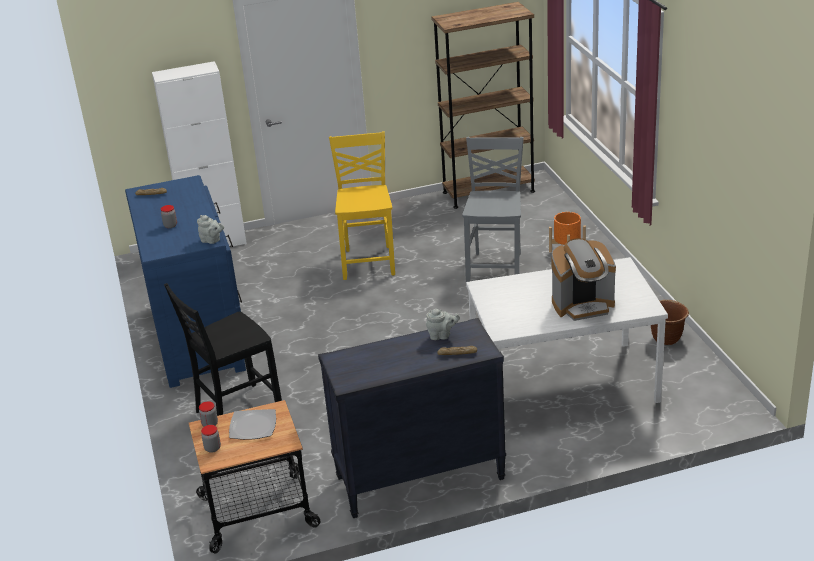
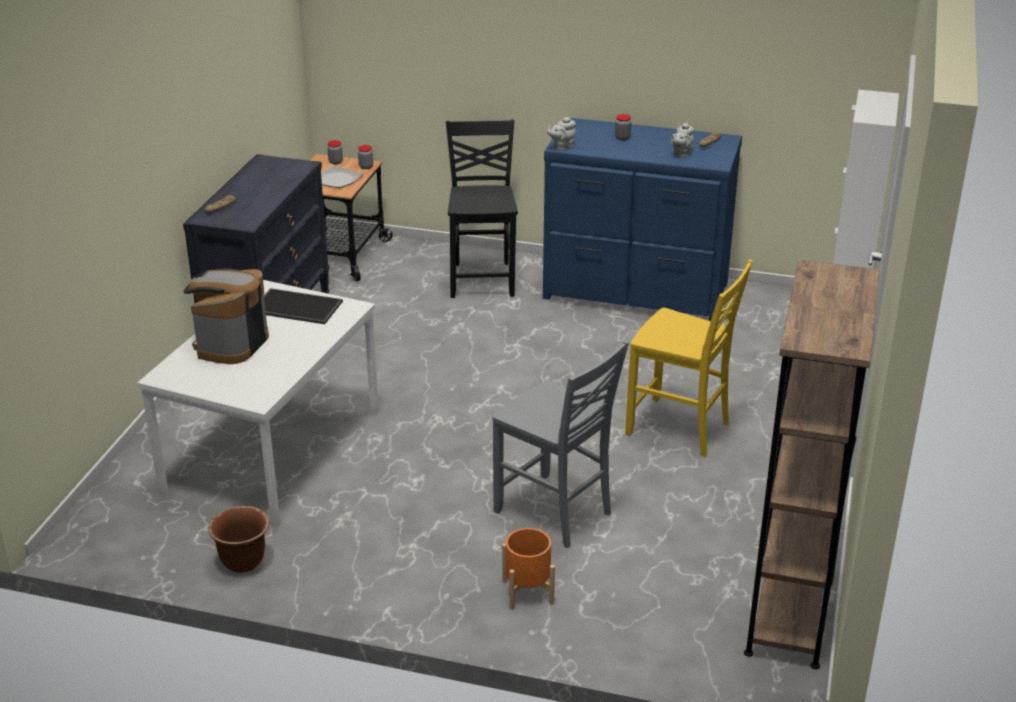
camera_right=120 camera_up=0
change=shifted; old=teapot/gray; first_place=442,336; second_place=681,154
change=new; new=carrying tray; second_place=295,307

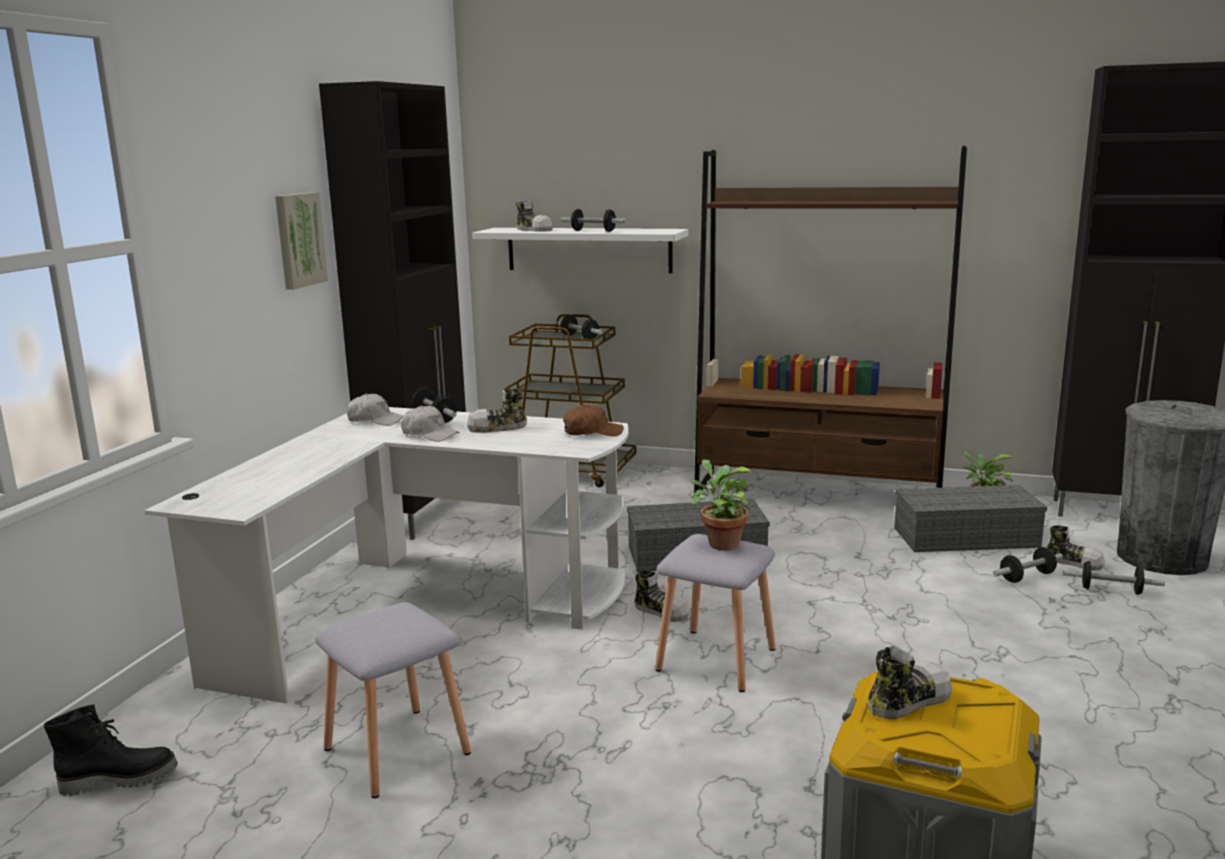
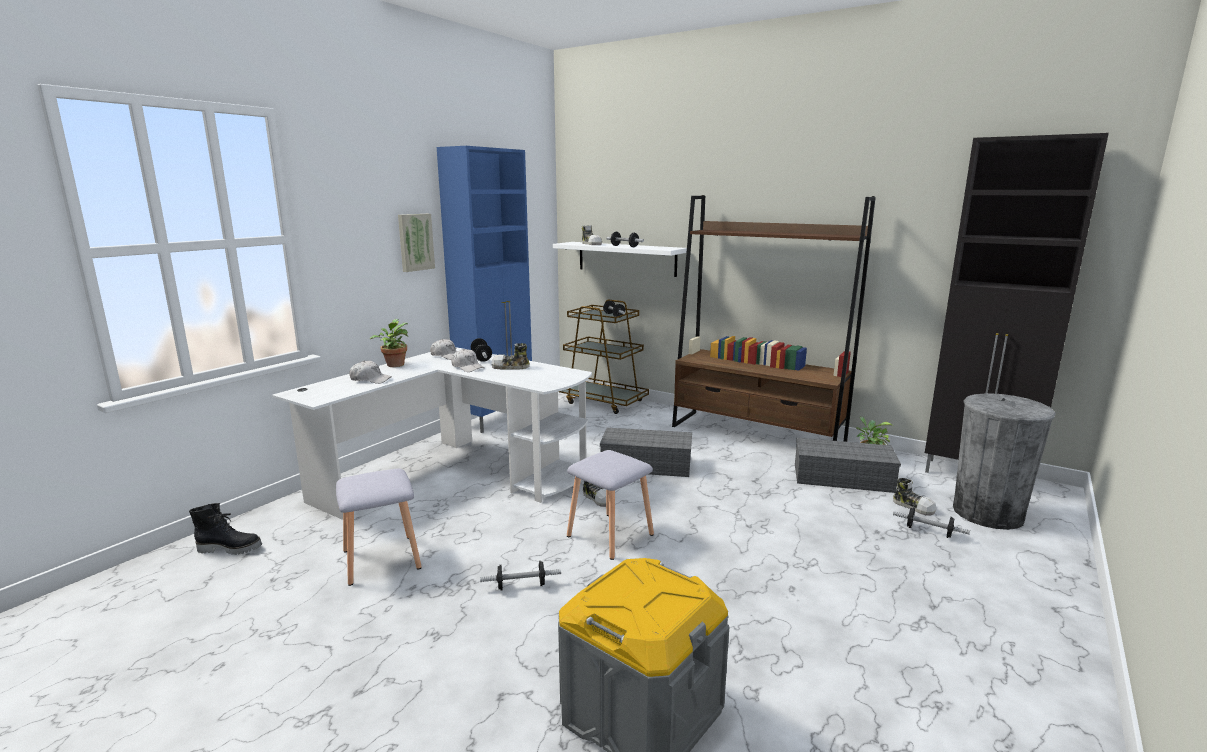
camera_right=15 camera_up=0
change=repainted; old=cupboard/black-coloured; new=cupboard/blue; first_place=421,515; second_place=497,418
change=gone; old=peaked cap/brown-coloured; first_place=592,432
change=shifted; old=plant in a pot; first_place=720,543; second_place=395,364
change=shifted; old=free weight; first_place=1027,577; second_place=521,586
change=gone; old=low shoe; first_place=906,700
change=new; new=peaked cap/white; second_place=370,379

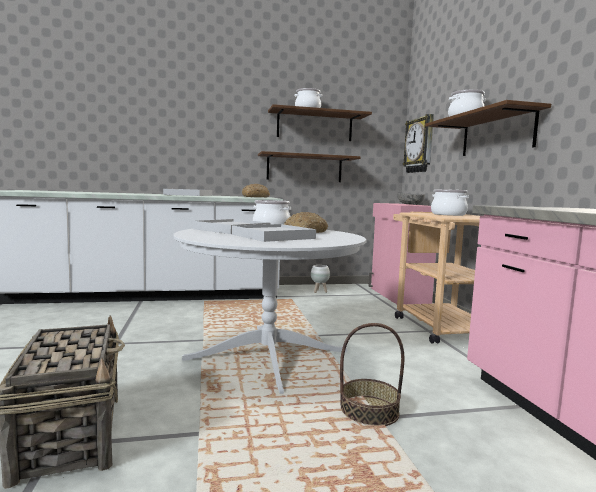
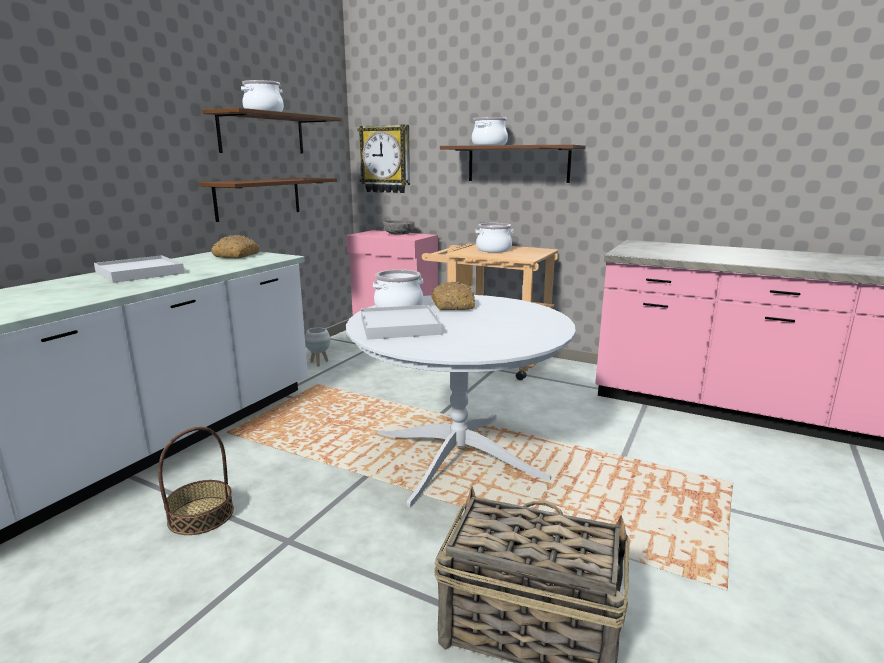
camera_right=-50 camera_up=10
change=gone; old=carrying tray/white; first_place=273,236
change=shifted; old=storage basket; first_place=369,411; second_place=201,515

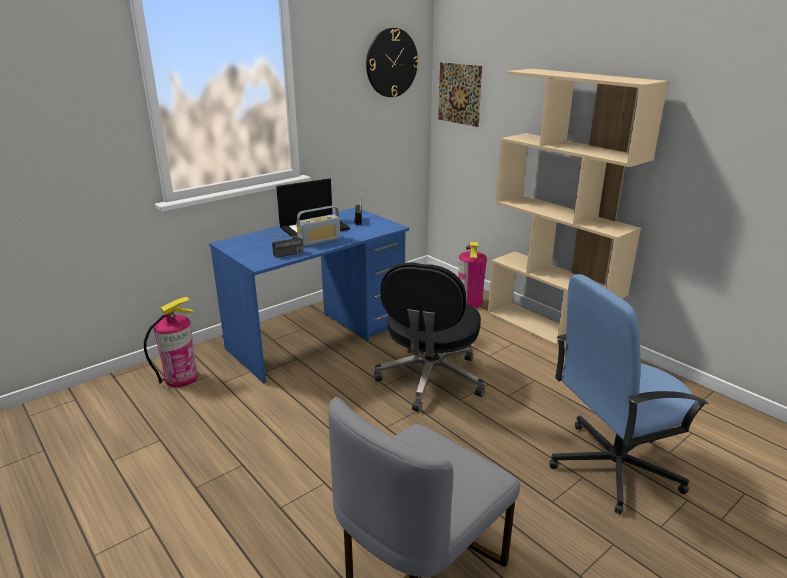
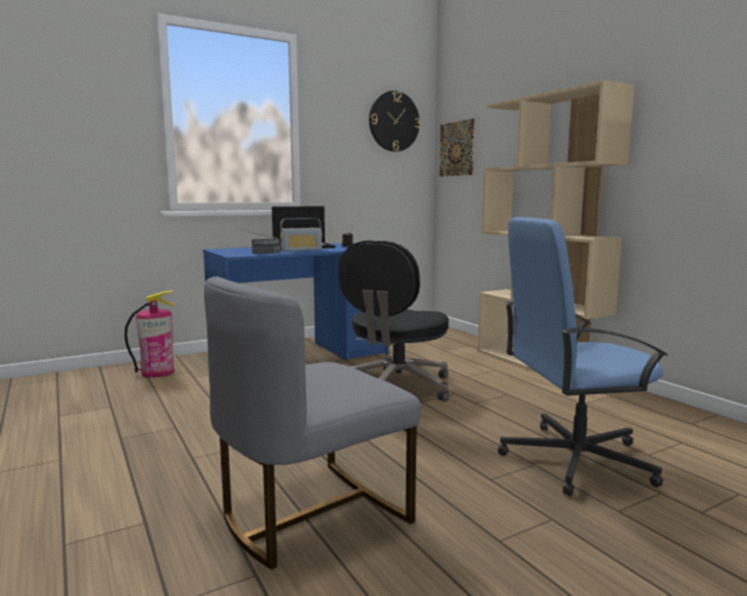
camera_right=10 camera_up=-15
change=gone; old=extinguisher; first_place=470,302

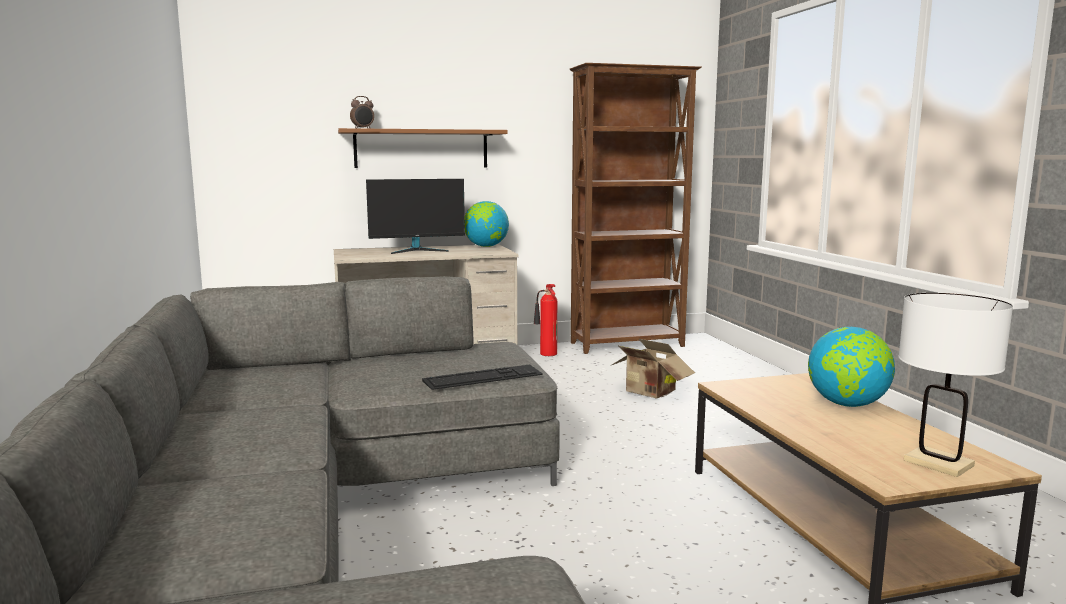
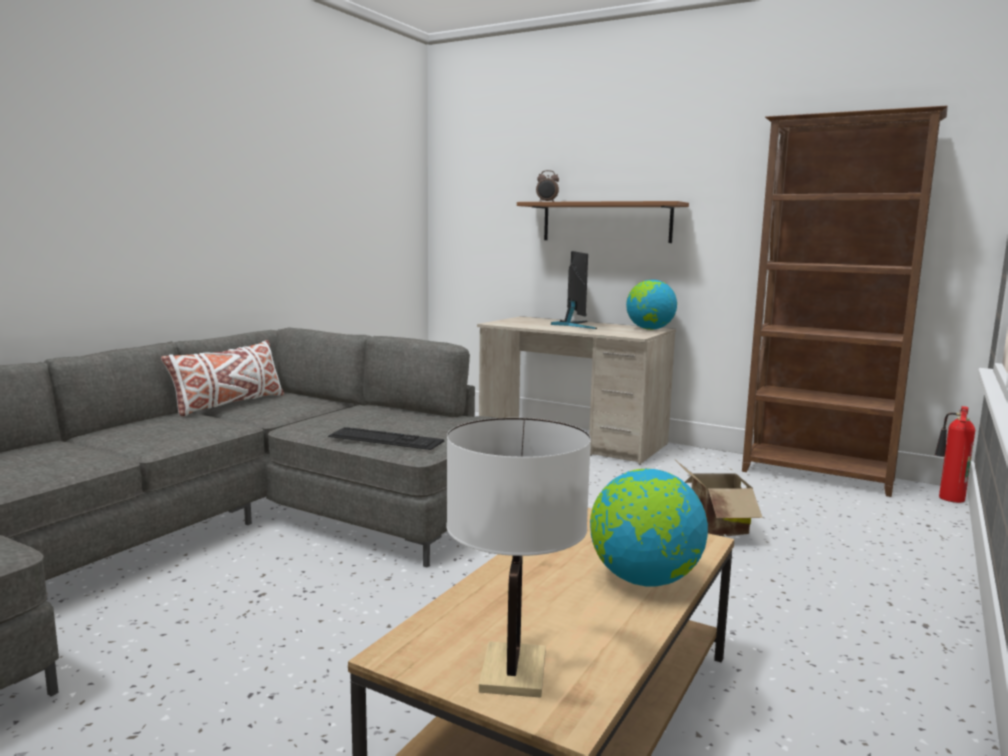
camera_right=45 camera_up=0
change=rotated; old=computer display; first_place=417,250; second_place=574,325; degrees=-120
change=shifted; old=extinguisher; first_place=547,354; second_place=948,499
change=new; new=pillow/white; second_place=228,404

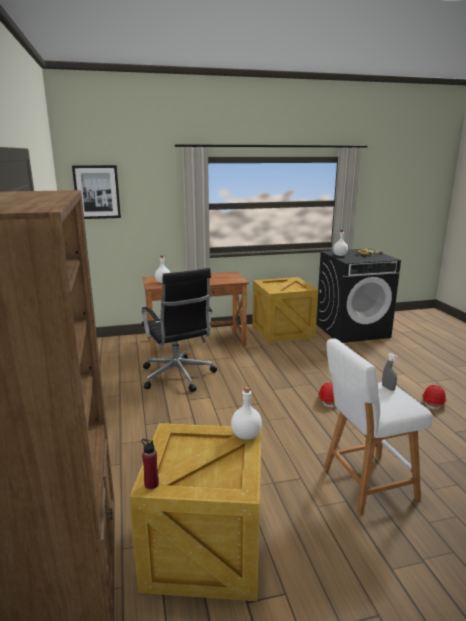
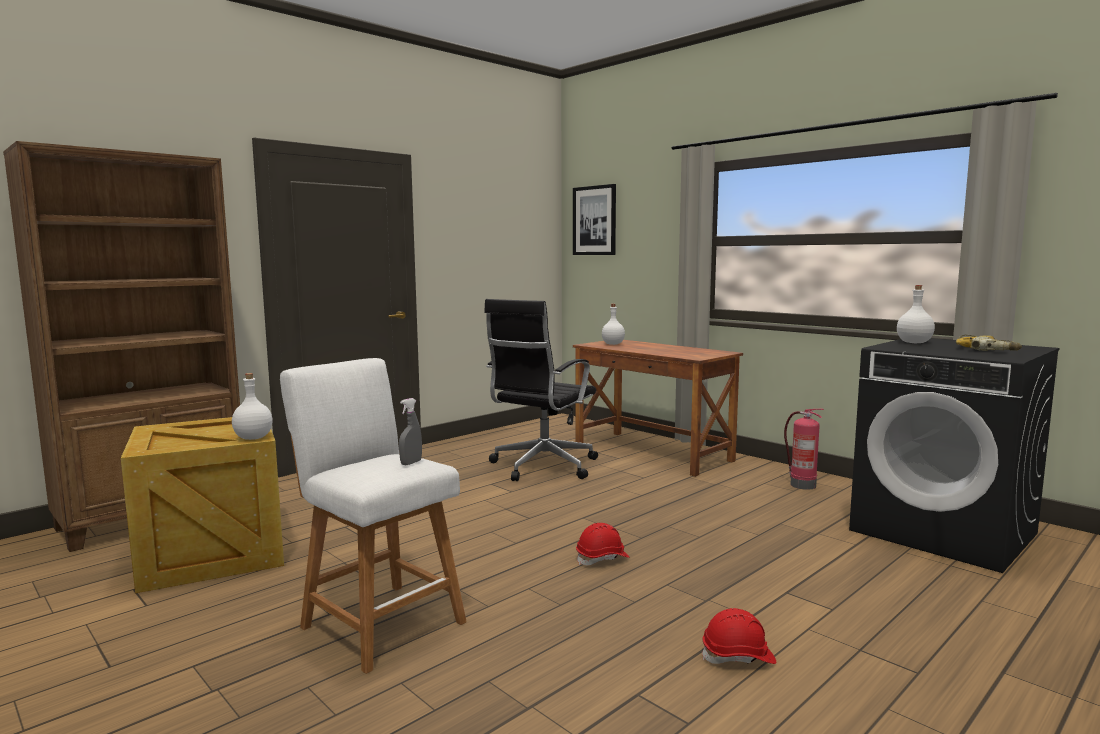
camera_right=60 camera_up=-10
change=swapped; old=shipping crate; new=extinguisher; first_place=282,331; second_place=801,485
change=gone; old=beverage bottle/red-coloured; first_place=151,484

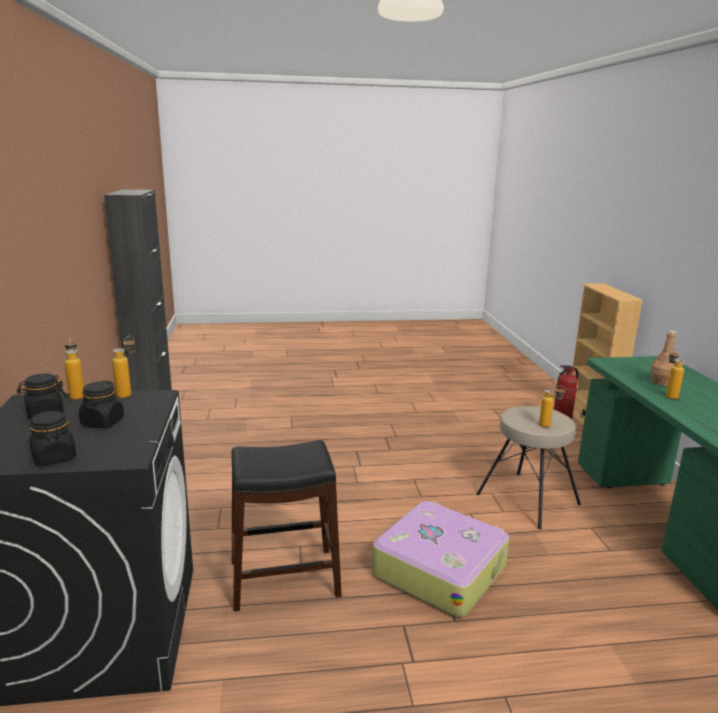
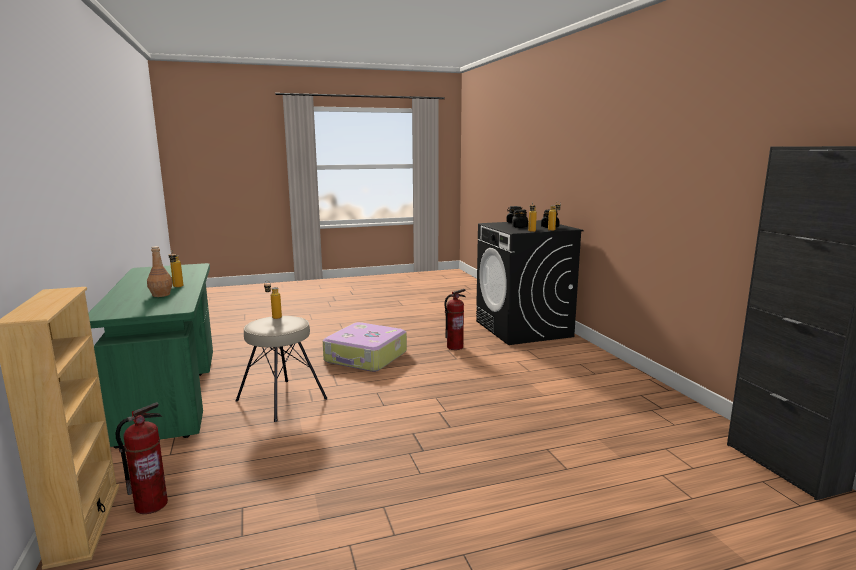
camera_right=170 camera_up=-5
change=swapped; old=stool/black-coloured; new=extinguisher; first_place=285,579; second_place=455,347

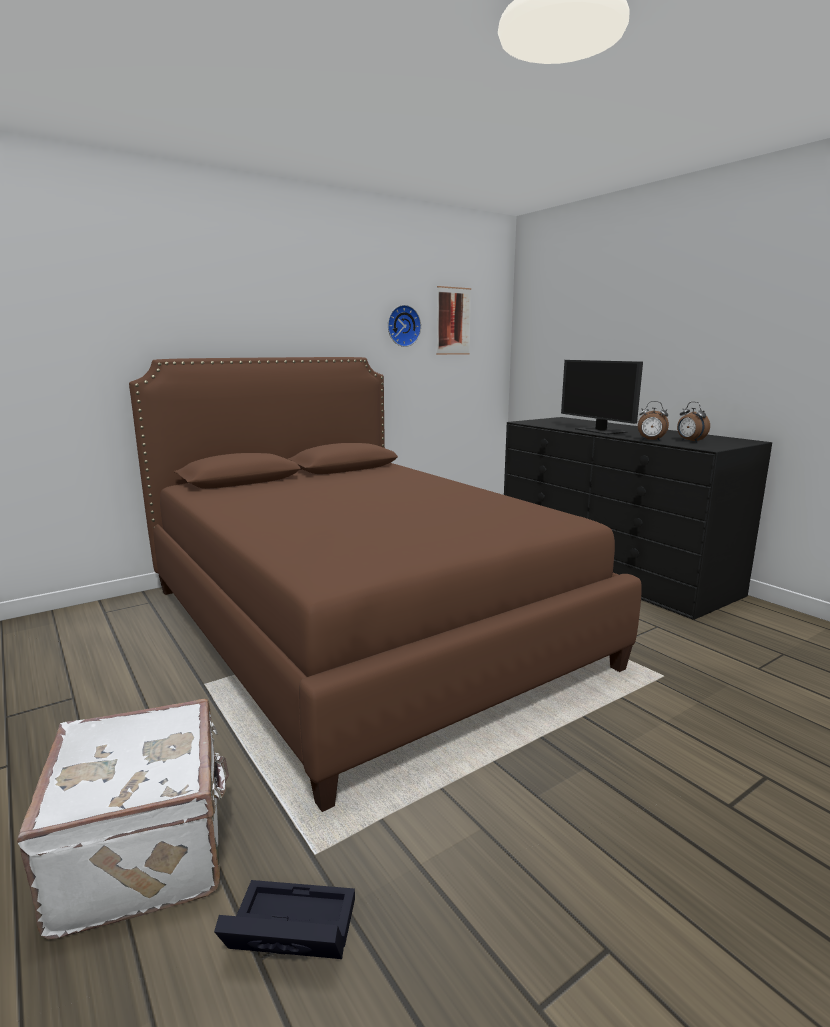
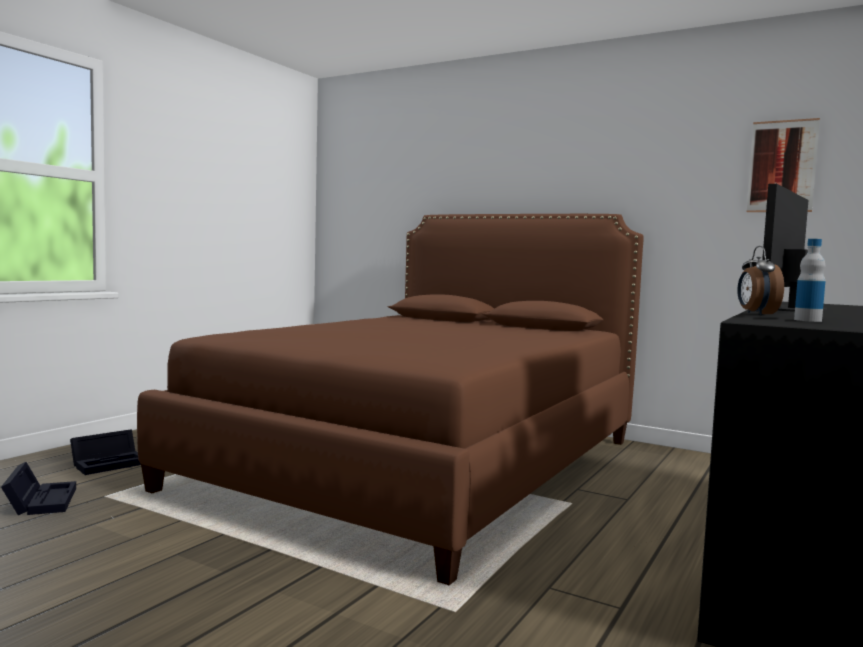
camera_right=65 camera_up=-10
change=gone; old=wall clock; first_place=402,326
change=swapped; old=table clock; new=beverage bottle; first_place=690,441; second_place=807,320
change=swapped; old=travel case/white; new=storage box/black-coloured; first_place=146,850; second_place=110,463

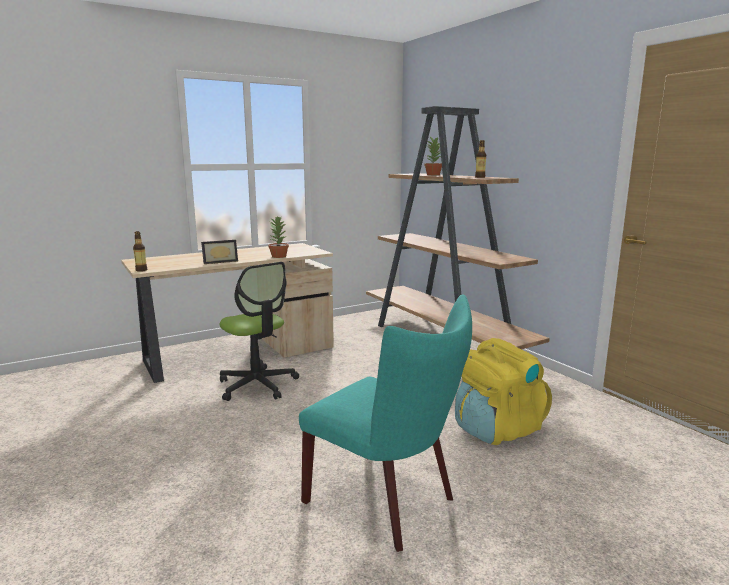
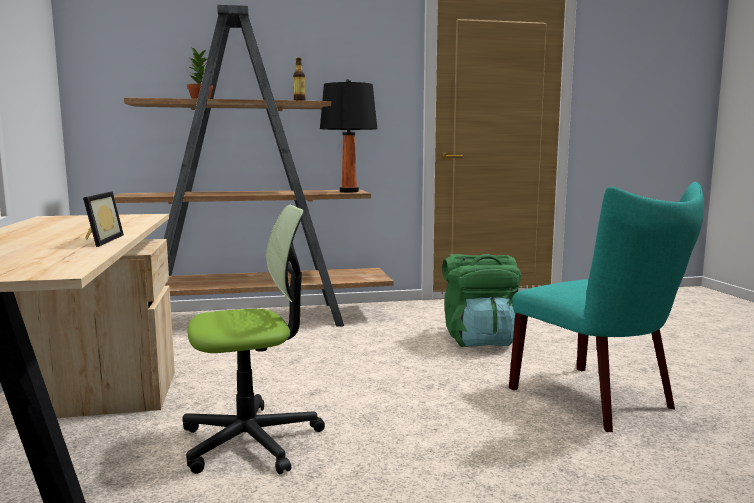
camera_right=-70 camera_up=-5
change=gone; old=plant in a pot; first_place=278,256
change=gone; old=beverage bottle; first_place=141,270
change=rotated; old=chair/turquoise-coloured; first_place=387,502; second_place=599,400; degrees=90
change=repainted; old=backpack/yellow; new=backpack/green; first_place=497,429; second_place=479,340
change=new; new=lamp for a table/black-coloured; second_place=349,191

